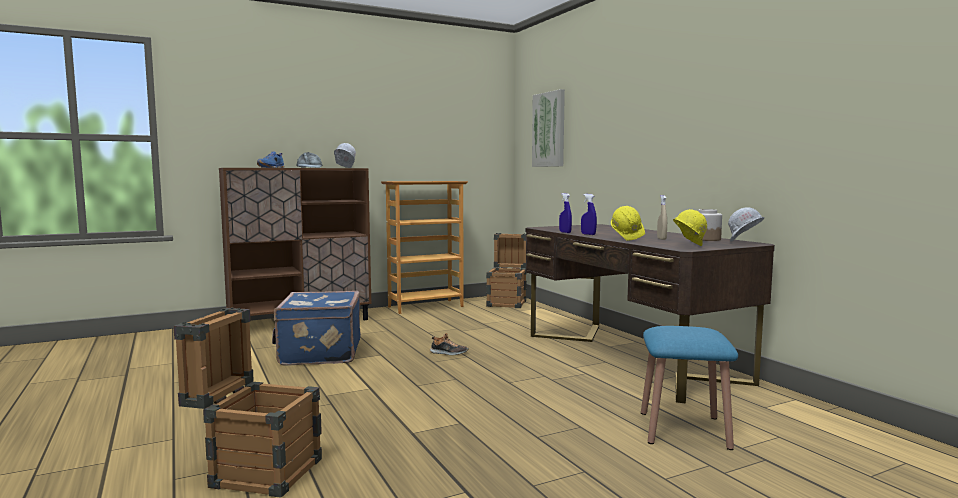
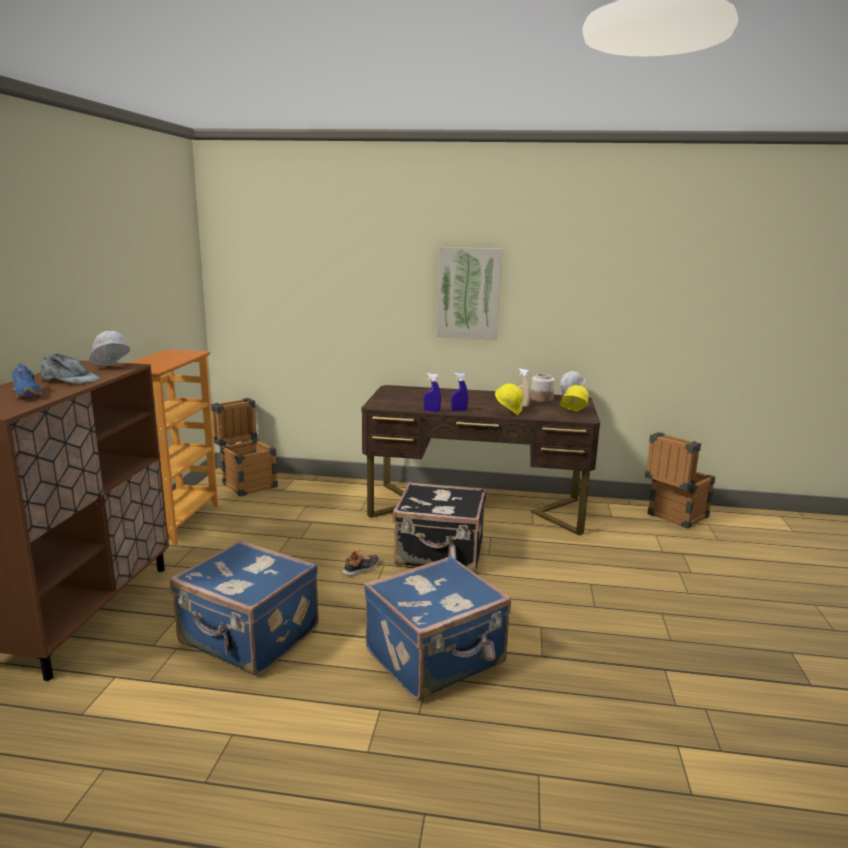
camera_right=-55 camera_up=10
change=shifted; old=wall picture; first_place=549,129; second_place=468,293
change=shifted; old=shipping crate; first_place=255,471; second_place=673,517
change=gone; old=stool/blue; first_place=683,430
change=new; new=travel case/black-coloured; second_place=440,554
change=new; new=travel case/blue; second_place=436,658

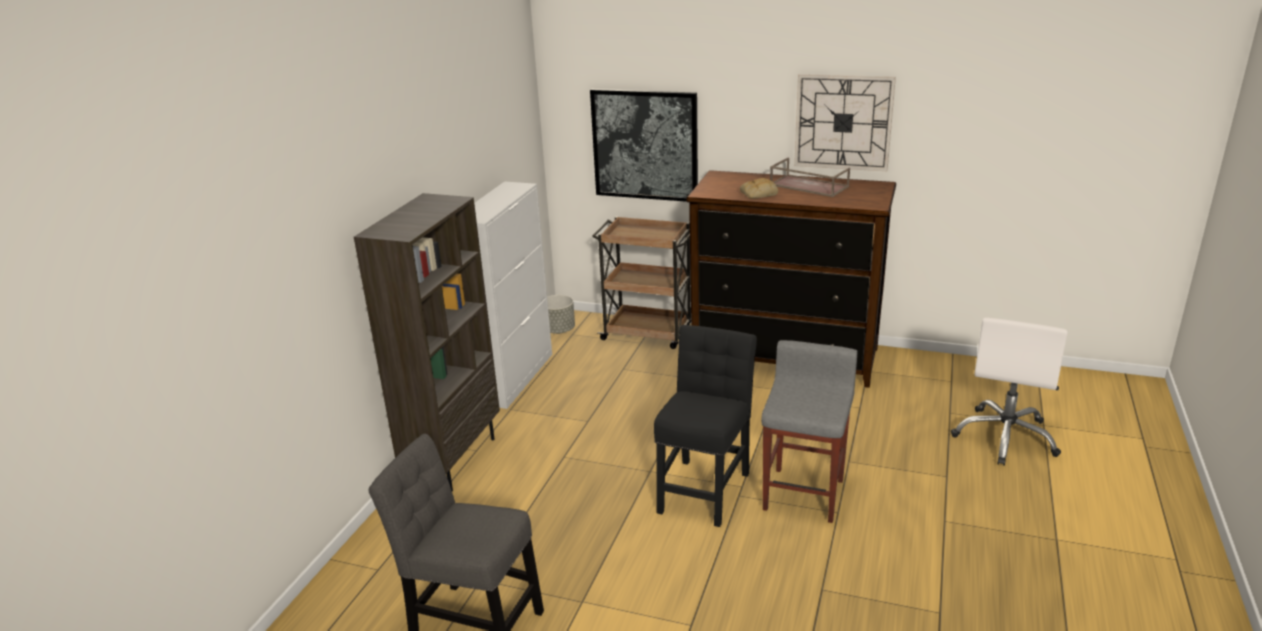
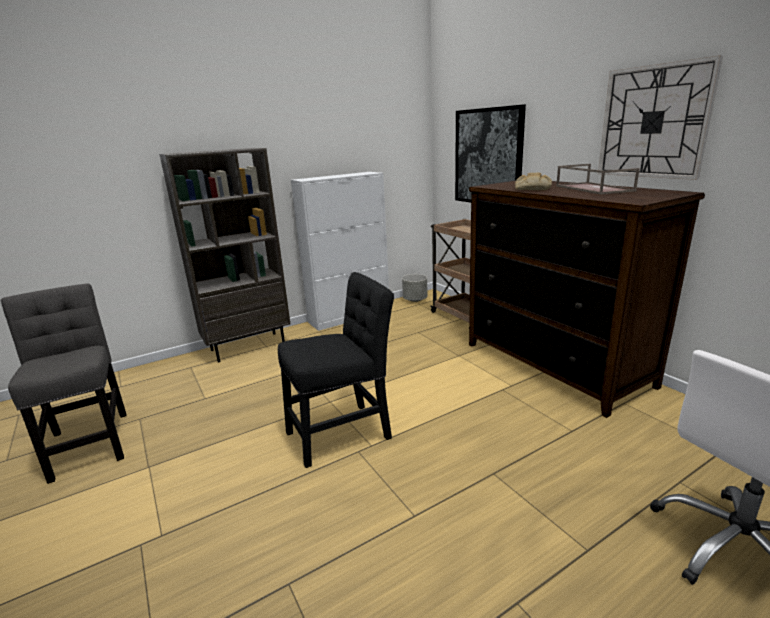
camera_right=40 camera_up=-5
change=gone; old=stool/gray; first_place=804,493

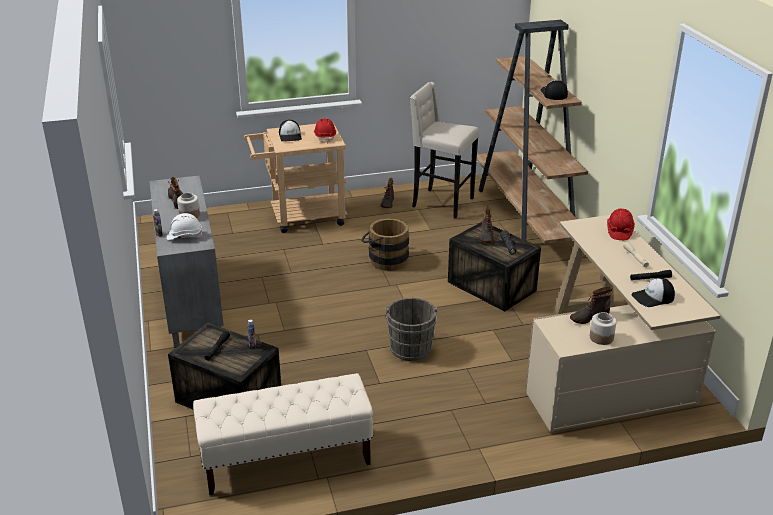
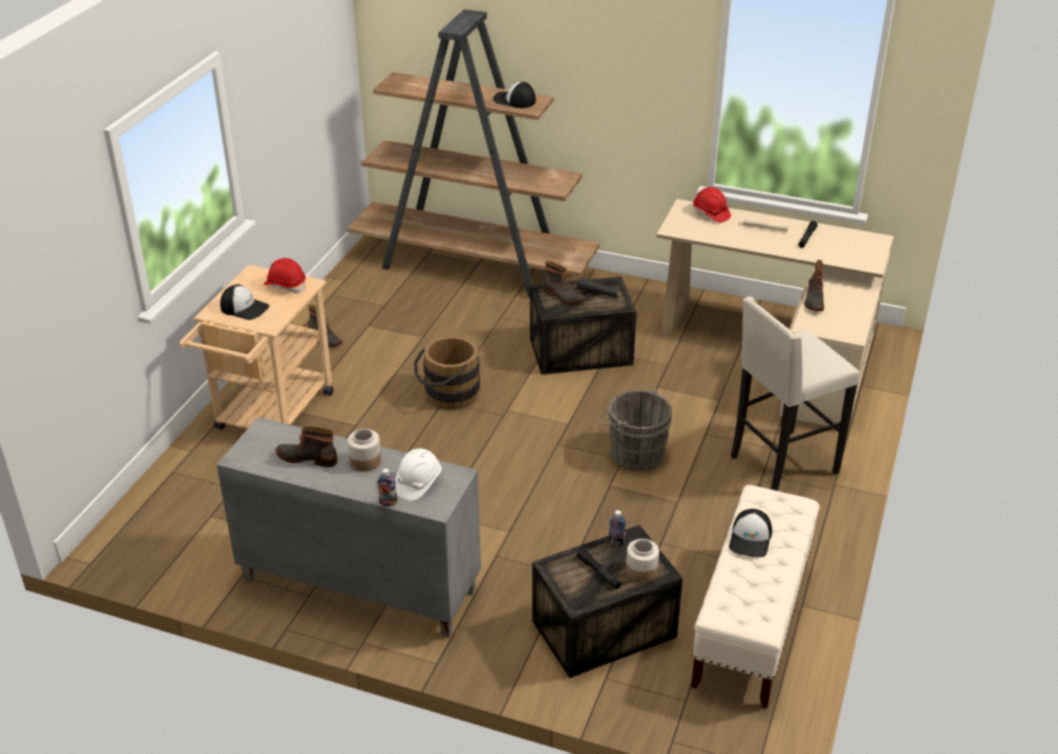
camera_right=-55 camera_up=5
change=shifted; old=stool/beige; first_place=441,203; second_place=781,465
change=shifted; old=peaked cap; first_place=653,297; second_place=751,539
change=shifted; old=storage jar; first_place=601,337; second_place=641,571

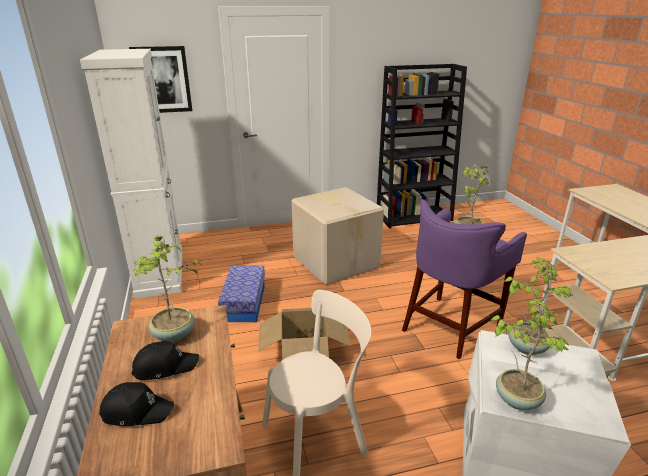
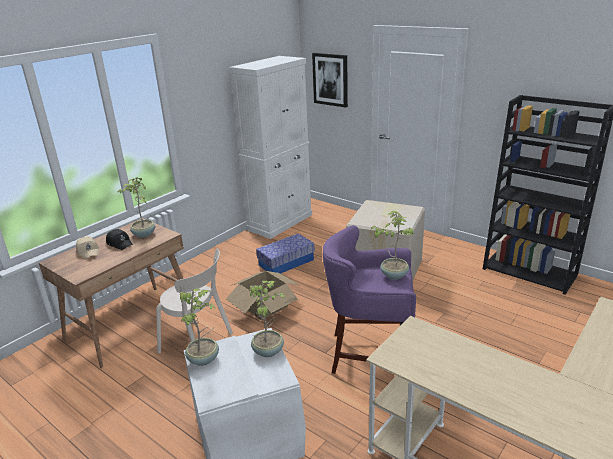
camera_right=55 camera_up=0
change=repainted; old=peaked cap/black-coloured; new=peaked cap/beige; first_place=137,411; second_place=88,251

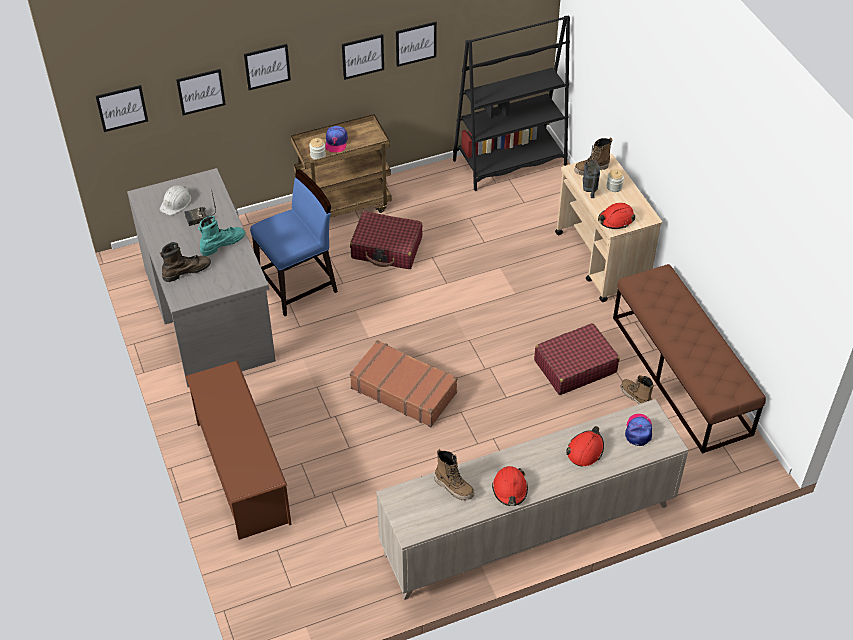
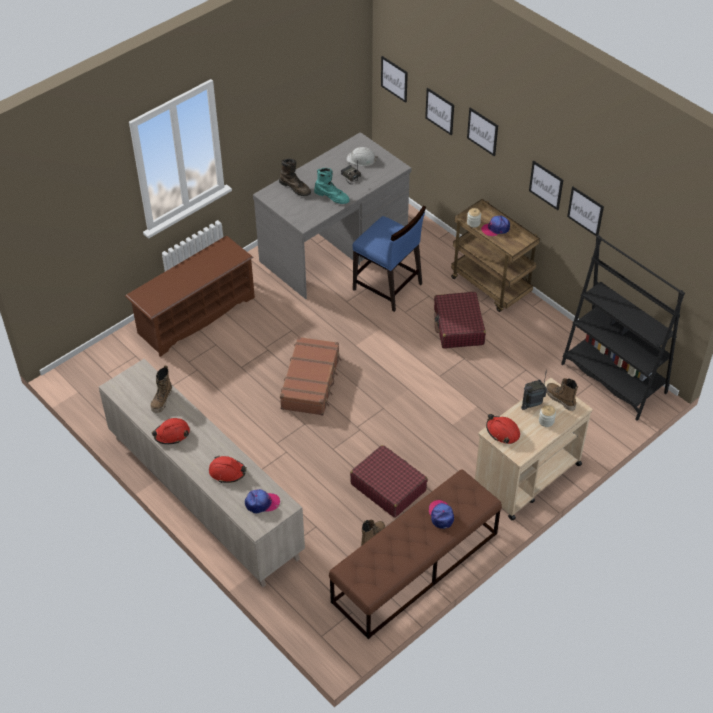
camera_right=70 camera_up=0
change=new; new=peaked cap; second_place=441,515

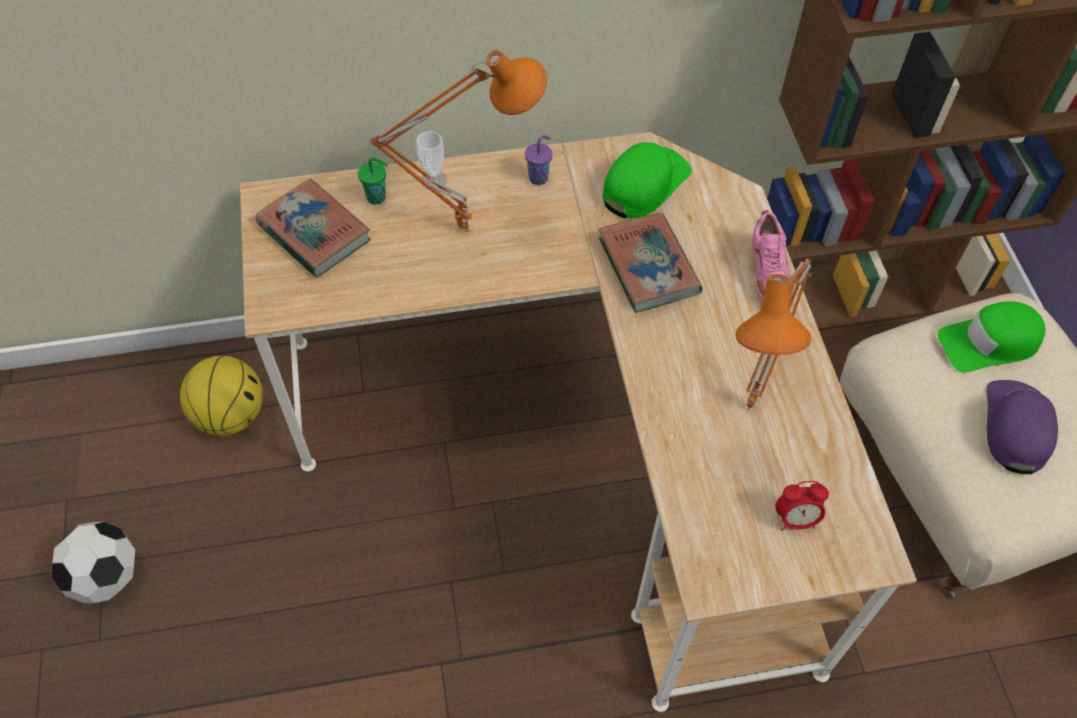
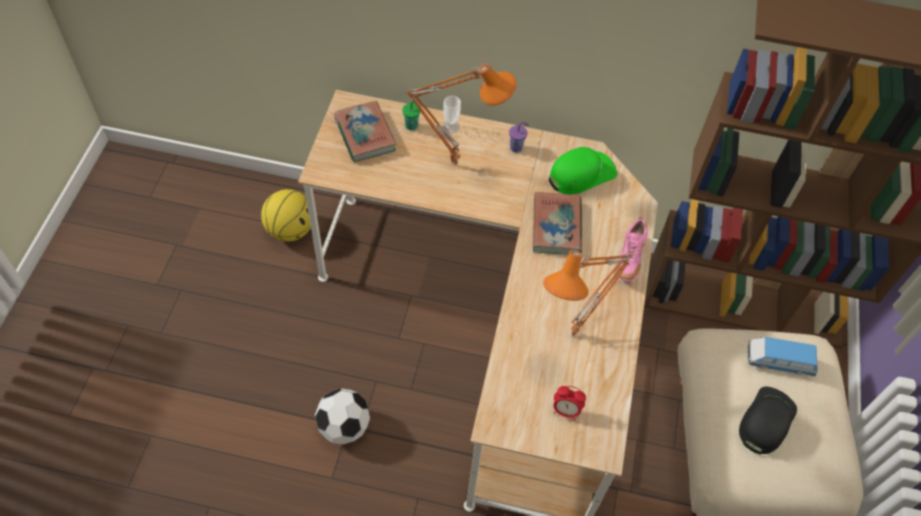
camera_right=20 camera_up=0
change=swapped; old=peaked cap/green; new=miniature car; first_place=989,343; second_place=779,361
change=repainted; old=peaked cap/purple-coloured; new=peaked cap/black-coloured; first_place=1015,427; second_place=766,421
change=shifted; old=football ball; first_place=107,576; second_place=344,426

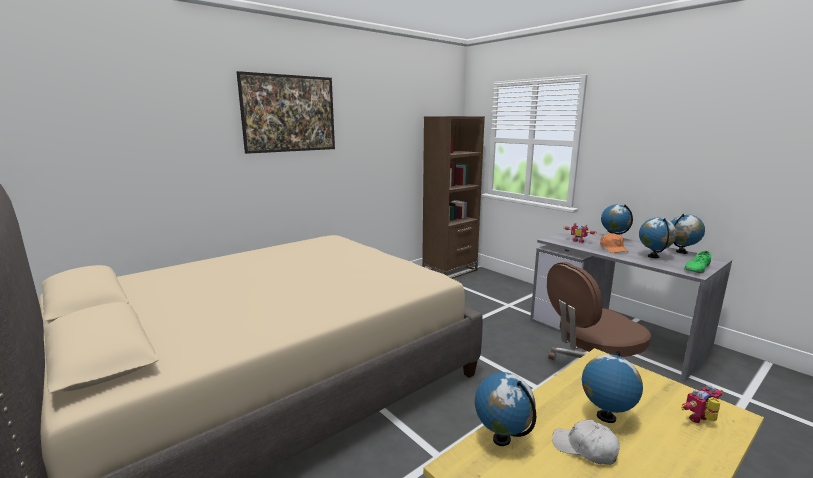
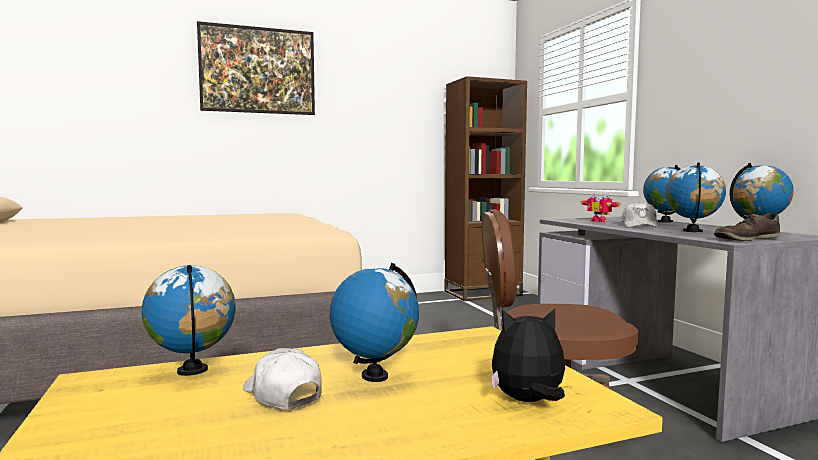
camera_right=20 camera_up=-10
change=repainted; old=peaked cap/orange-coloured; new=peaked cap/white; first_place=613,249; second_place=639,226
change=repainted; old=low shoe/green; new=low shoe/brown-coloured; first_place=697,268; second_place=746,239
change=swapped; old=model robot; new=soft toy; first_place=702,420; second_place=528,402

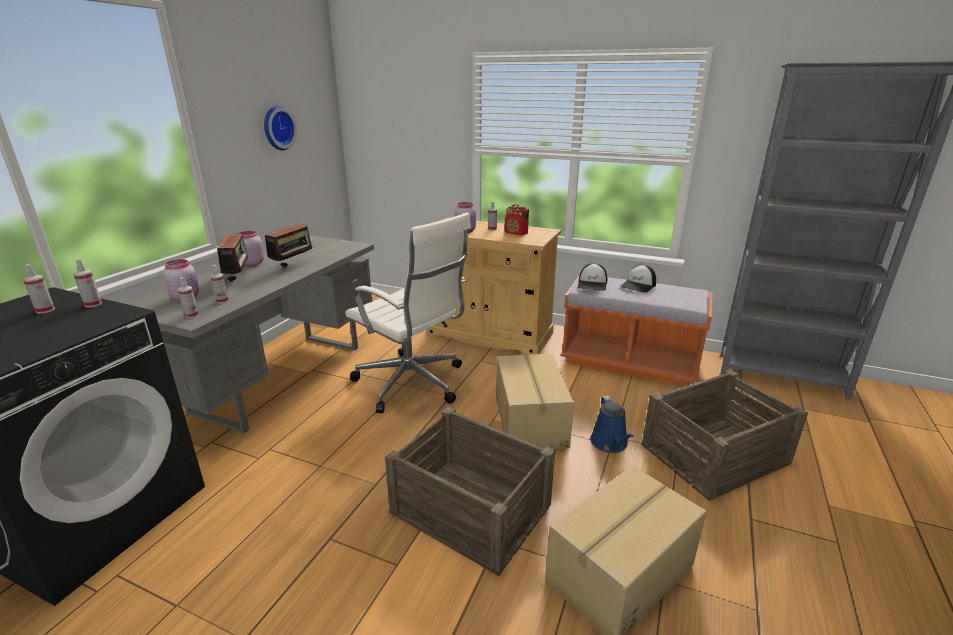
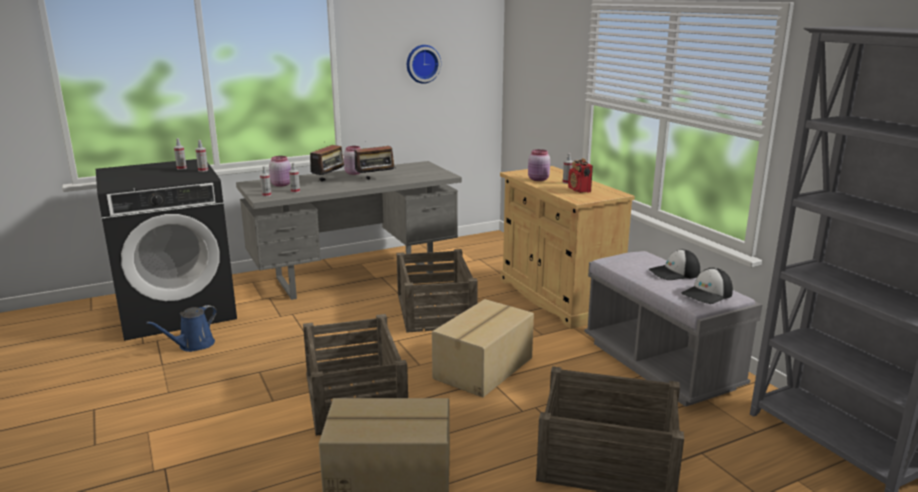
camera_right=40 camera_up=-5
change=swapped; old=computer chair/white; new=shipping crate; first_place=412,384; second_place=435,310
change=shifted; old=peaked cap; first_place=592,284; second_place=707,294
change=repainted; old=long seat/orange-coloured; new=long seat/gray; first_place=629,362; second_place=660,365
change=shifted; old=watering pot/blue; first_place=610,443; second_place=193,345

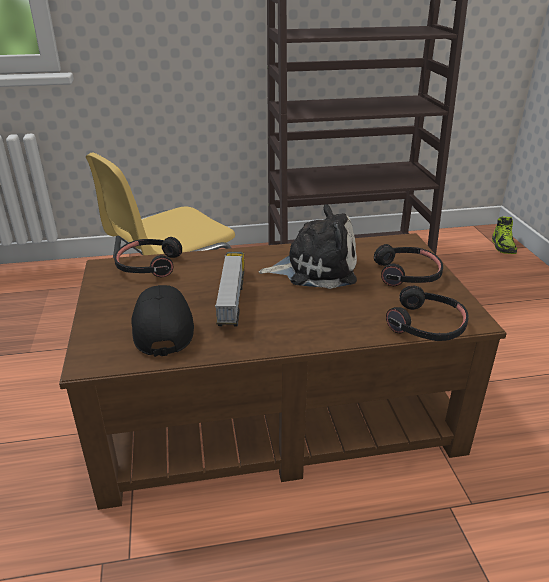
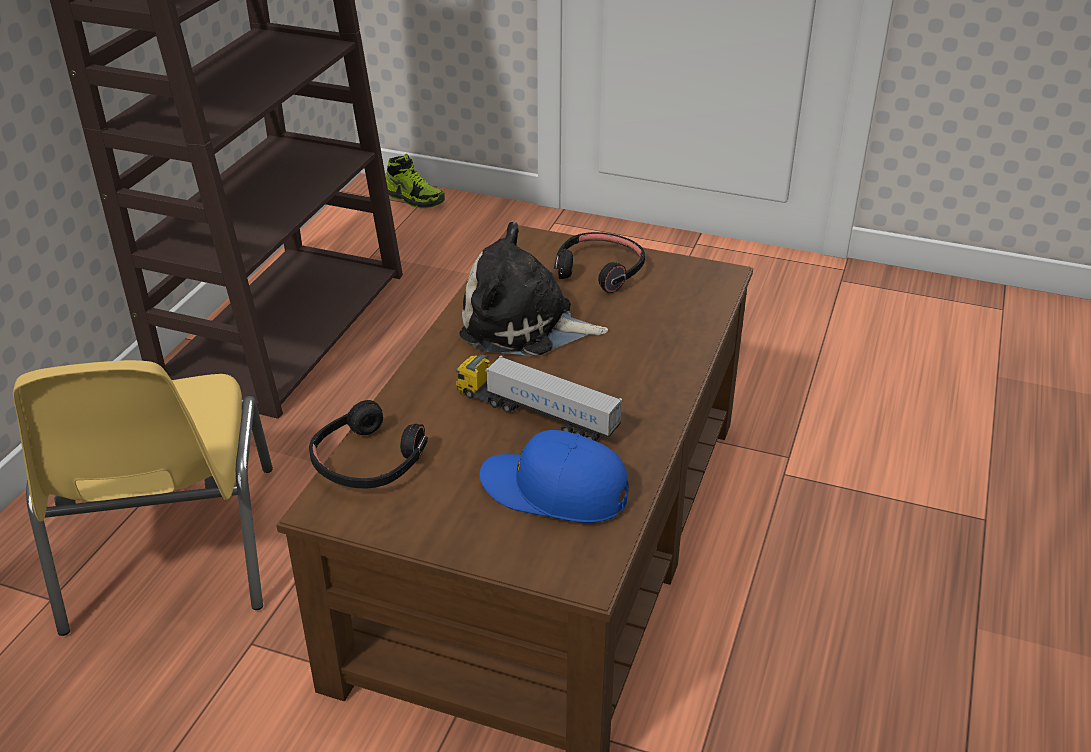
camera_right=-60 camera_up=5
change=rotated; old=soft toy; first_place=315,268; second_place=524,326; degrees=-105
change=repainted; old=peaked cap/black-coloured; new=peaked cap/blue; first_place=163,327; second_place=554,490
change=gone; old=headset/black-coloured; first_place=426,325

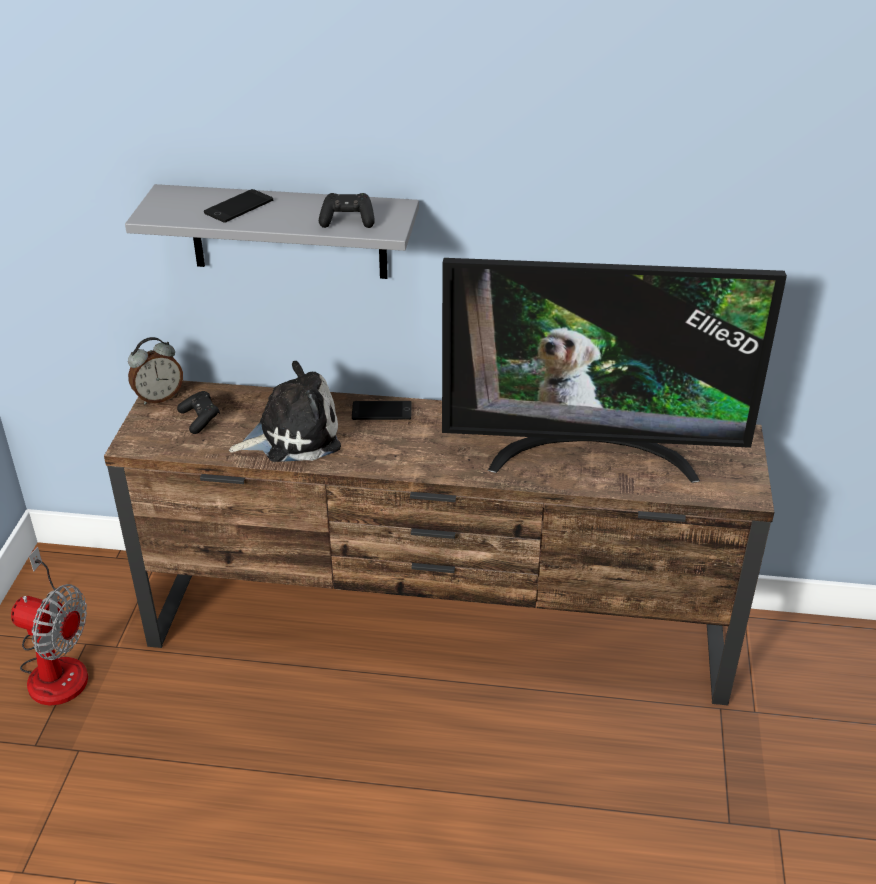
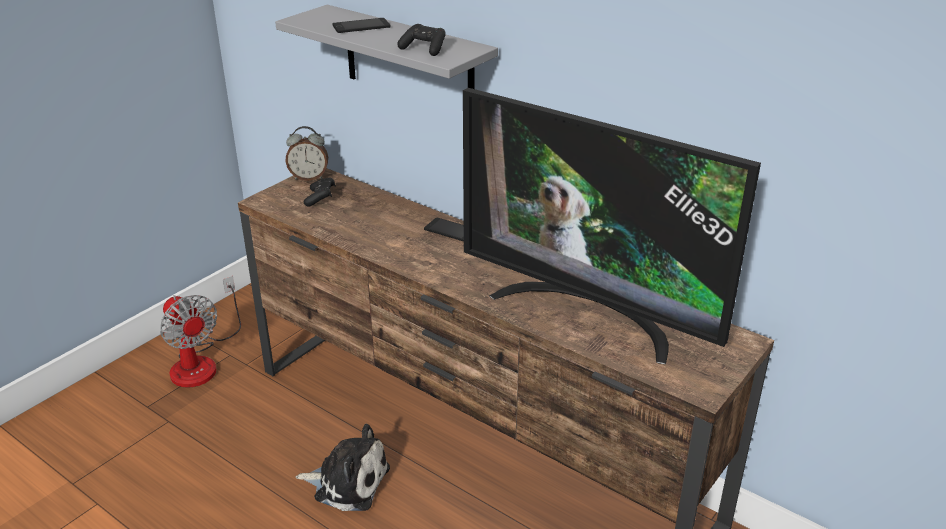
camera_right=30 camera_up=-5
change=shifted; old=soft toy; first_place=293,436; second_place=348,482

